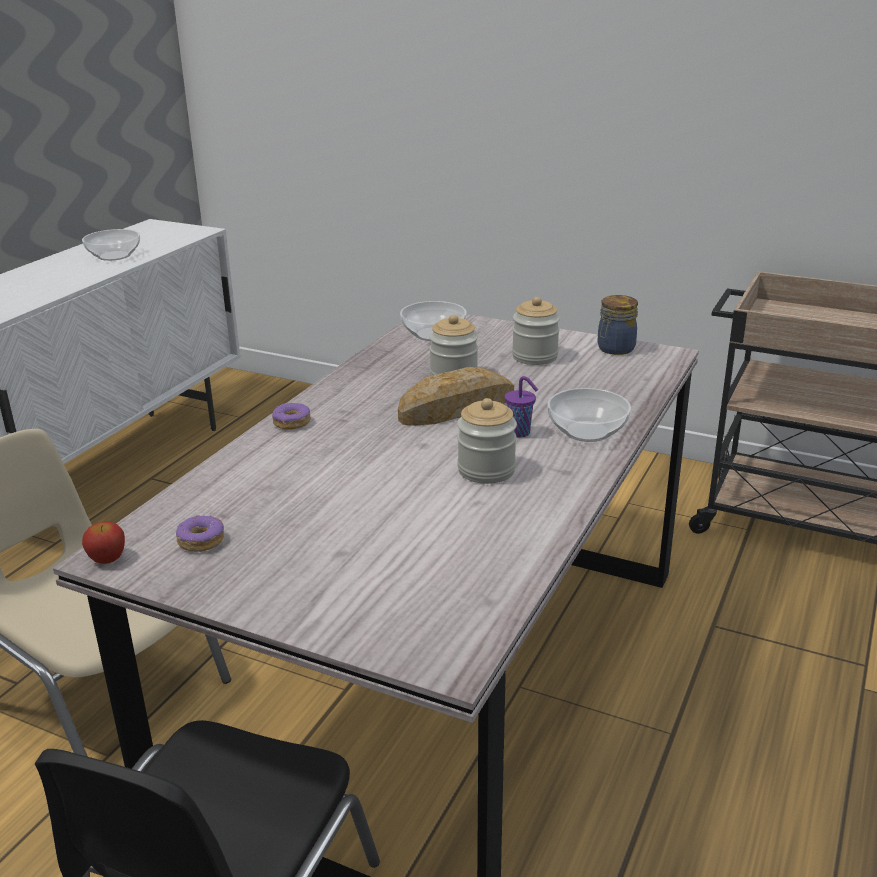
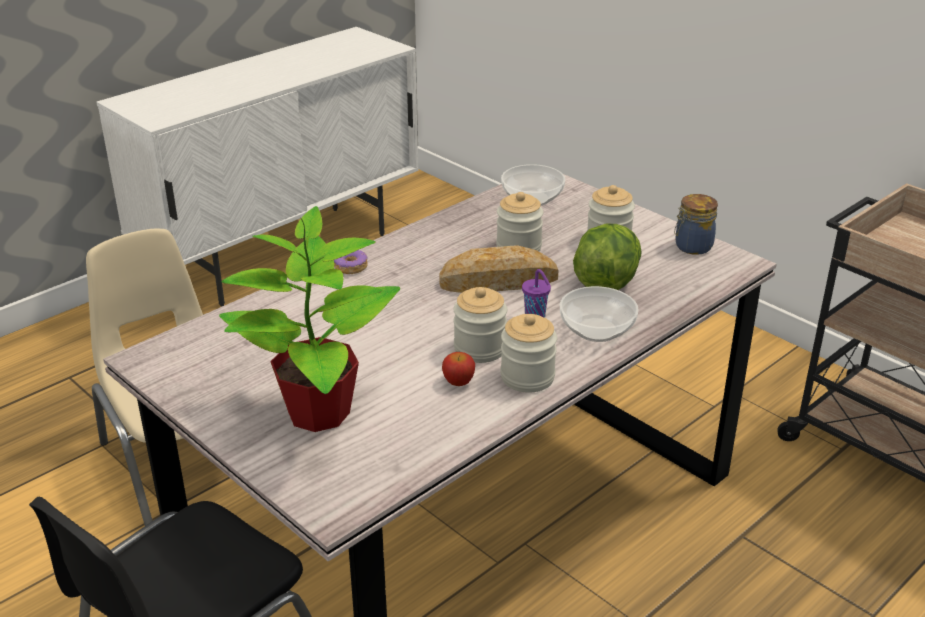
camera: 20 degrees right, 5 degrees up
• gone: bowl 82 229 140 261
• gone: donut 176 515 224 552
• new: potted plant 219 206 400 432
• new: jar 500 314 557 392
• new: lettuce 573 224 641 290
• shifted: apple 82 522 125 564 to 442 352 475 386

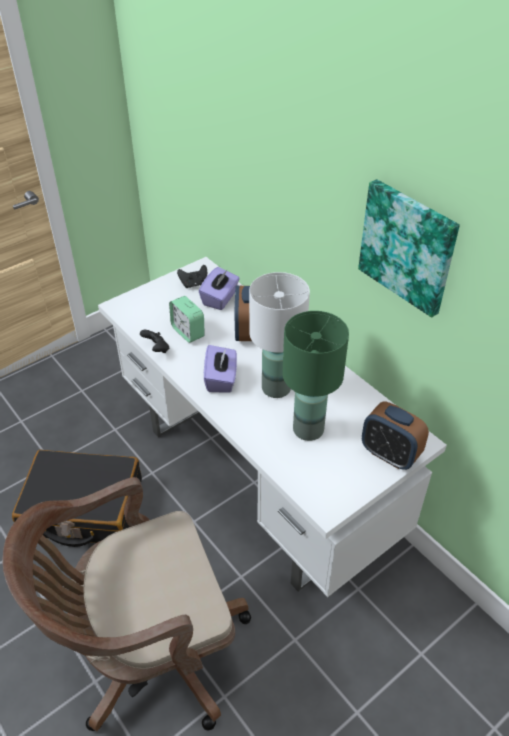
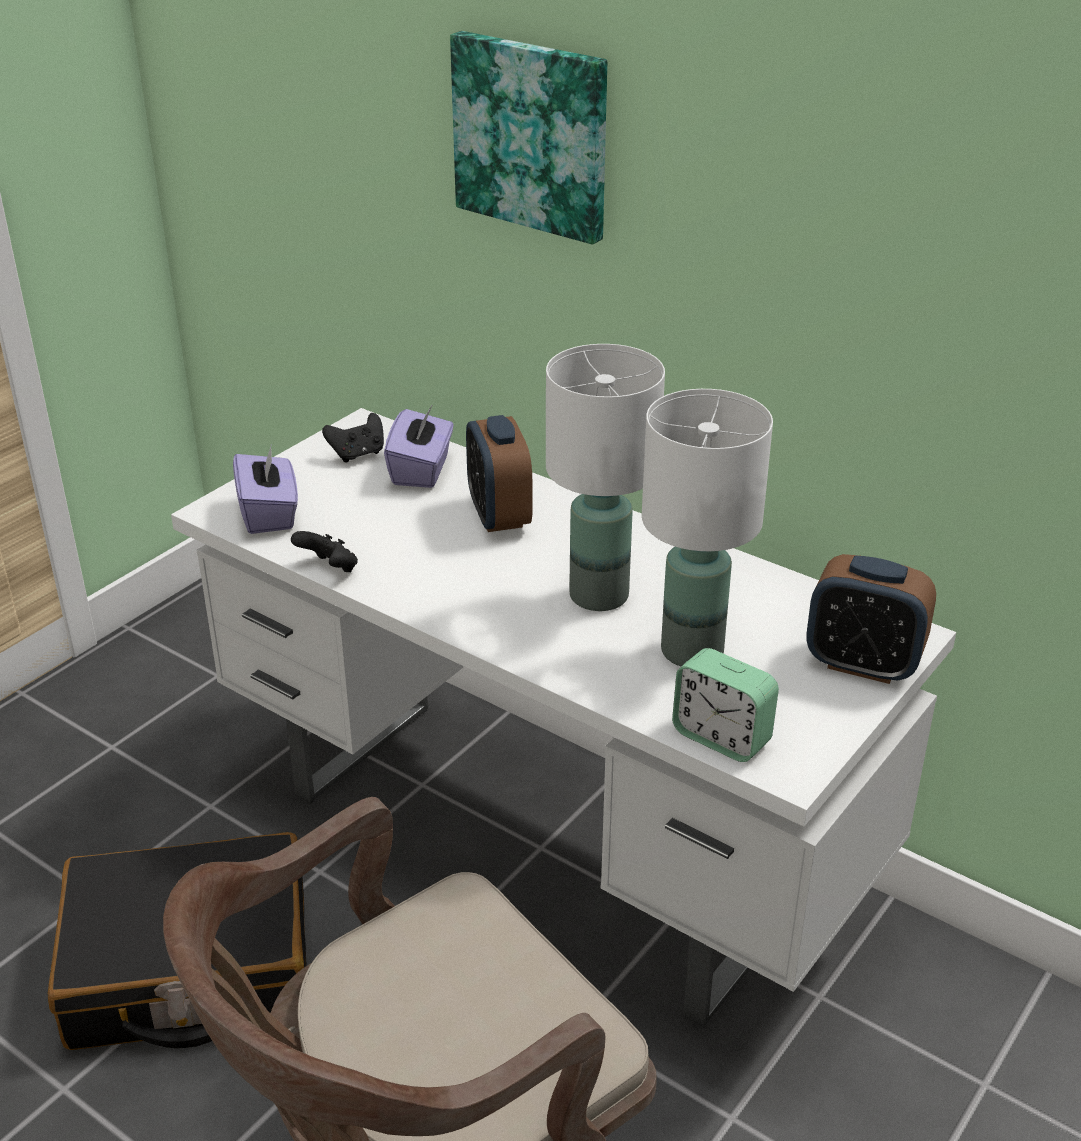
camera: 15 degrees left, 10 degrees down
• shifted: alarm clock 169 296 205 343 to 672 648 779 762
• shifted: tissue box (purple) 204 345 237 393 to 233 443 298 534
• shifted: picture 358 179 460 317 to 450 31 607 244
• repainted: table lamp (green) 283 311 349 441 to table lamp (white) 642 389 773 666

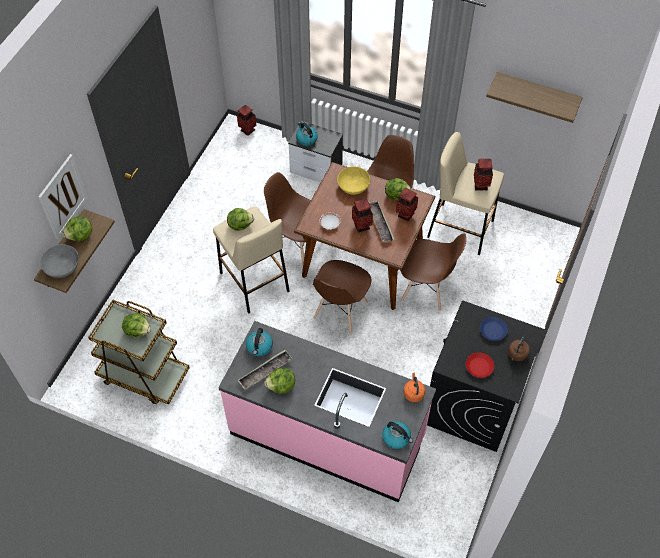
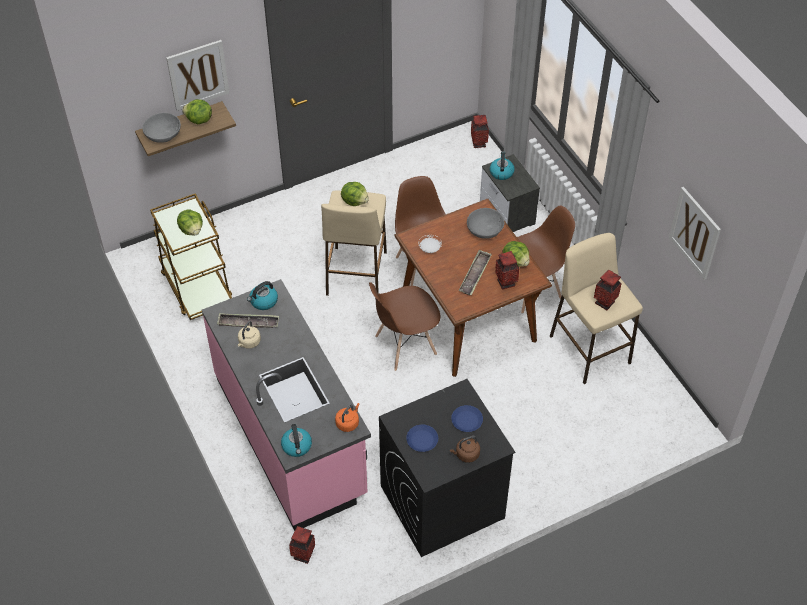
camera: 40 degrees right, 5 degrees down
• gone: chair (brown) 400 233 466 311
• shifted: vase 352 198 373 233 to 289 526 315 564
• swapped: lettuce 264 368 295 394 to kettle (beige) 237 321 261 349
• swapped: shelf 486 72 583 123 to picture 669 187 721 280
• repainted: bowl (yellow) 337 166 370 195 to bowl (grey) 467 208 505 239
• repainted: plate (red) 466 352 494 378 to plate (blue) 406 425 438 452

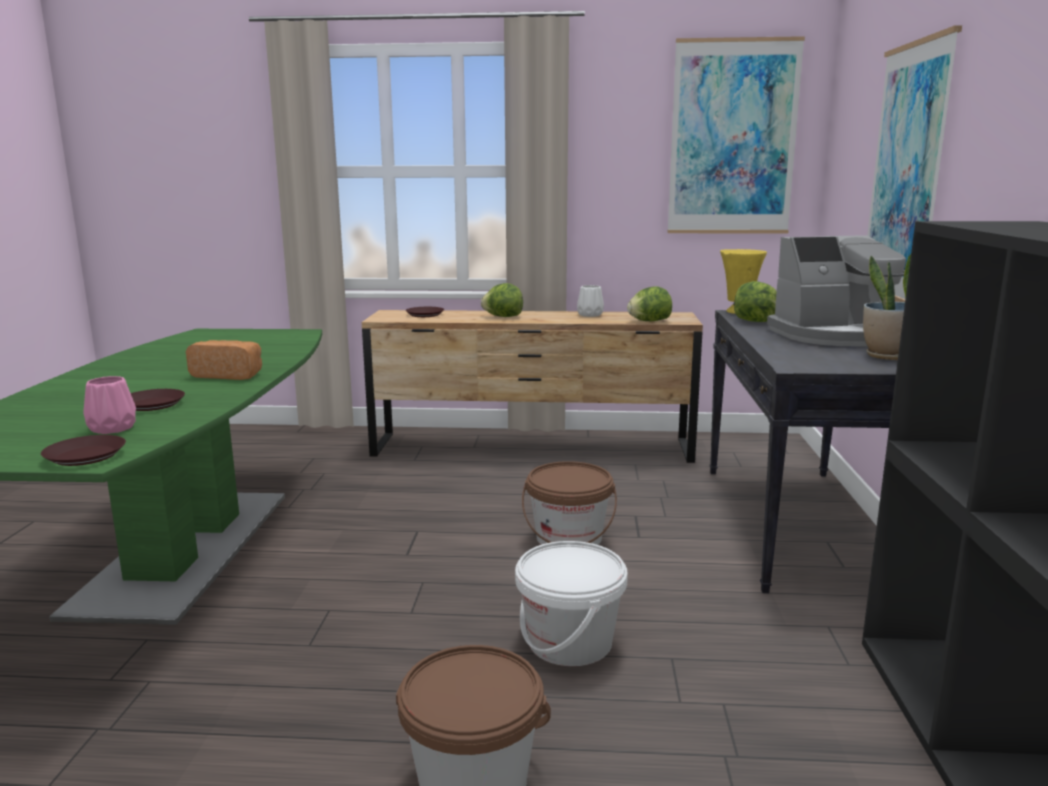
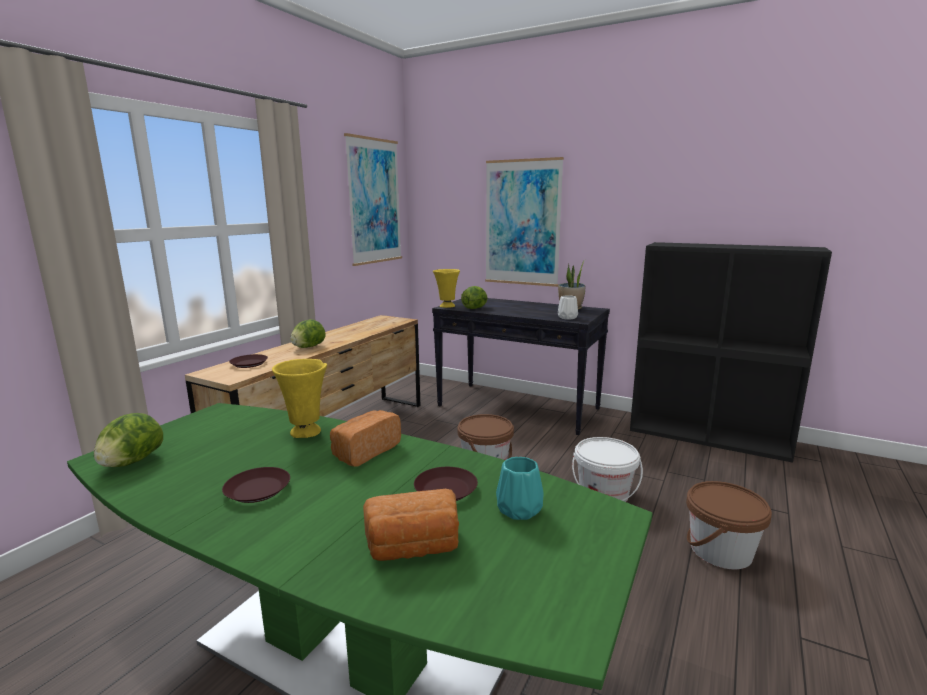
camera: 65 degrees left, 0 degrees up
• gone: coffee machine 767 235 906 347
• new: vase (yellow) 272 359 327 438
• new: bread 363 489 459 561
• shifted: plate (brown) 41 435 126 466 to 222 467 290 503
• shifted: vase (white) 577 285 604 317 to 558 295 578 320
• shifted: lettuce 627 286 672 321 to 94 413 163 467
• repainted: vase (pink) 83 376 136 434 to vase (turquoise) 496 457 544 520

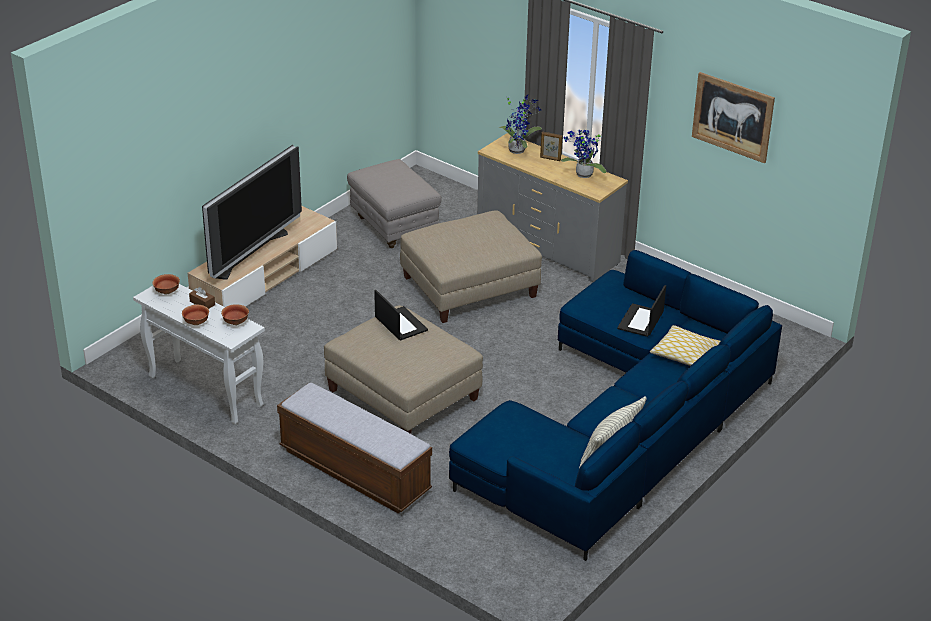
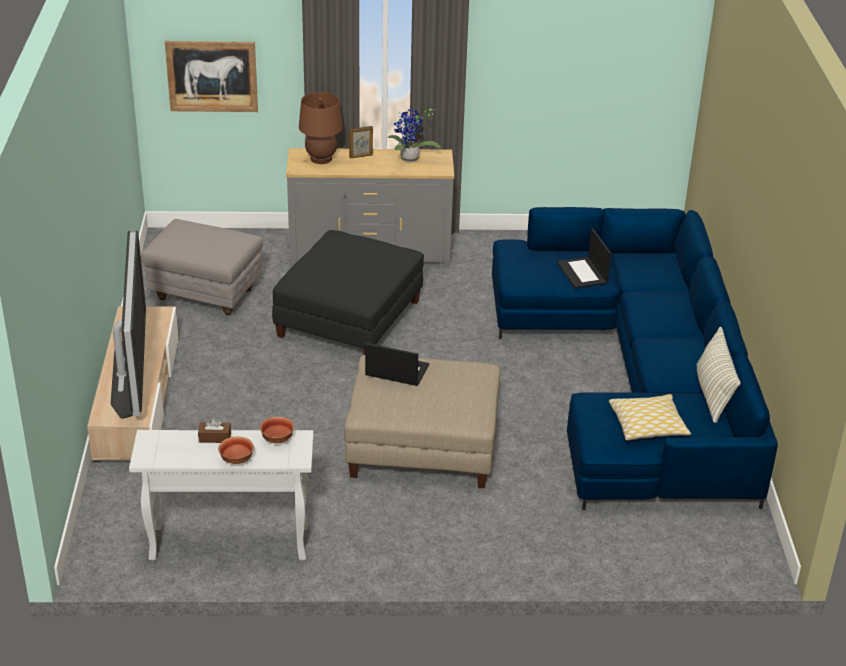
camera: 40 degrees left, 0 degrees up
• gone: bowl 152 274 180 294
• gone: bench 277 383 432 513
• shifted: pillow 650 325 720 366 to 609 394 691 441
• shifted: picture 692 72 775 163 to 165 41 258 112
• swapped: potted plant 499 94 542 154 to table lamp (brown) 299 92 343 164
• repainted: ottoman (beige) 400 211 542 323 to ottoman (black) 272 230 424 355

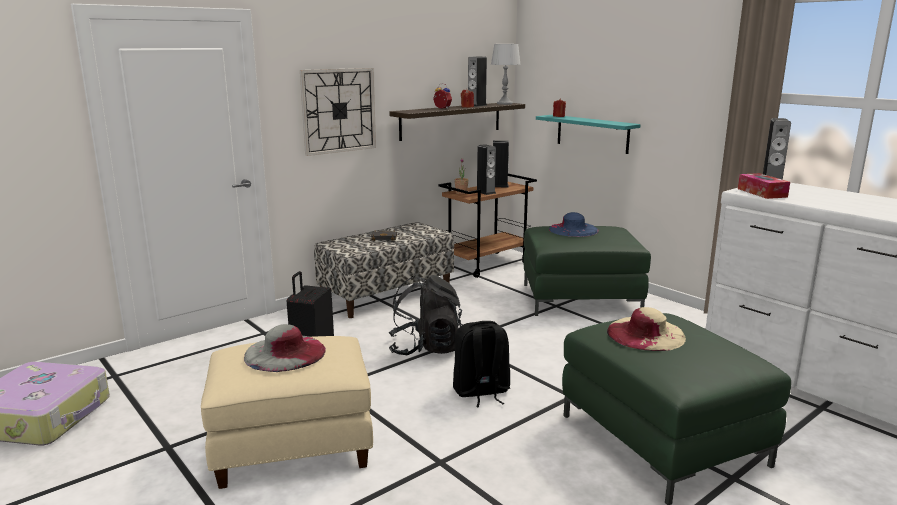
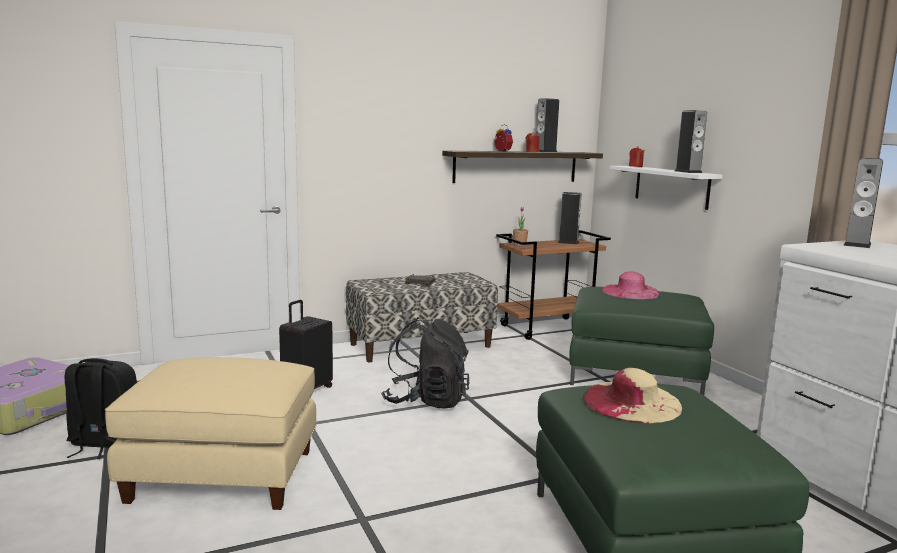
camera: 15 degrees right, 5 degrees down
• gone: hat (grey) 244 324 326 372
• gone: wall clock 300 68 376 156
• gone: table lamp (grey) 491 44 521 105
• gone: tissue box 738 173 790 199
• shifted: backpack (black) 453 321 510 407 to 64 358 137 459
• shifted: speaker 477 144 496 195 to 675 110 707 173
• repainted: shelf (turquoise) 536 115 641 154 to shelf (white) 610 166 722 210
• repainted: hat (blue) 549 212 599 237 to hat (pink) 602 271 661 299

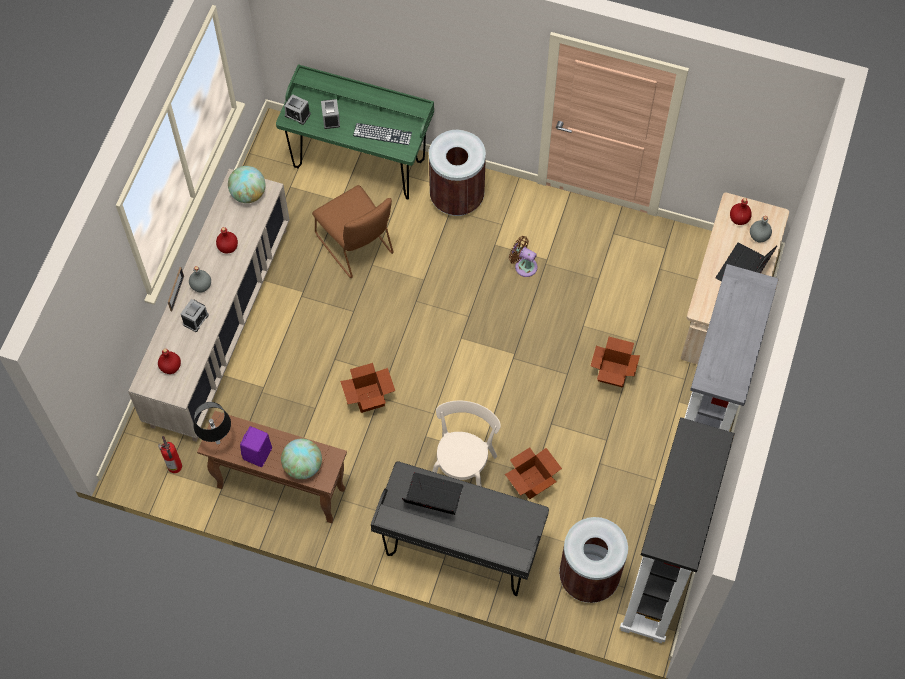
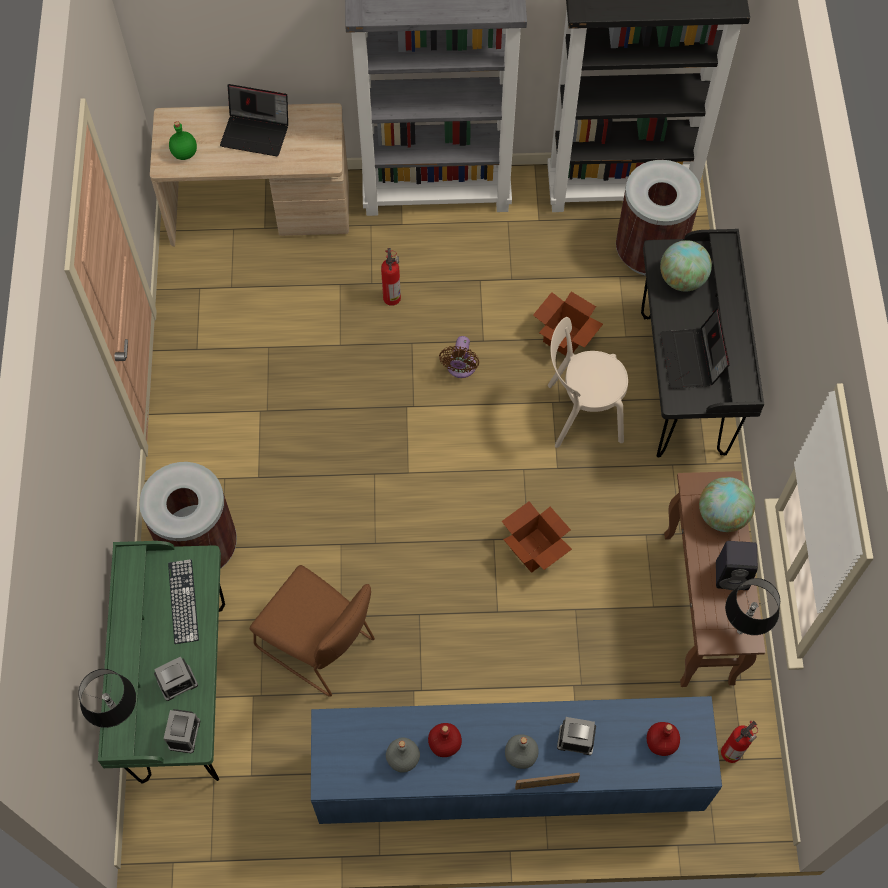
camera: 110 degrees left, 0 degrees up
• new: table lamp (black) 78 669 136 728
• shifted: globe 228 166 266 203 to 660 240 712 292
• shifted: fan (brown) 509 236 538 277 to 439 336 479 378
• shifted: bottle (grey) 750 216 772 242 to 386 737 420 773
• swapped: cardboard box 591 337 640 388 to fire extinguisher 381 248 401 306
• repainted: cabinet (beige) 128 169 290 442 to cabinet (blue) 311 696 722 824
• repainted: speaker (purple) 240 426 272 467 to speaker (black) 716 541 758 590
• repainted: bottle (red) 730 198 752 225 to bottle (green) 169 121 197 160
• rotated: chair (brown) 312 185 394 278 = 250 565 375 697 90 degrees clockwise

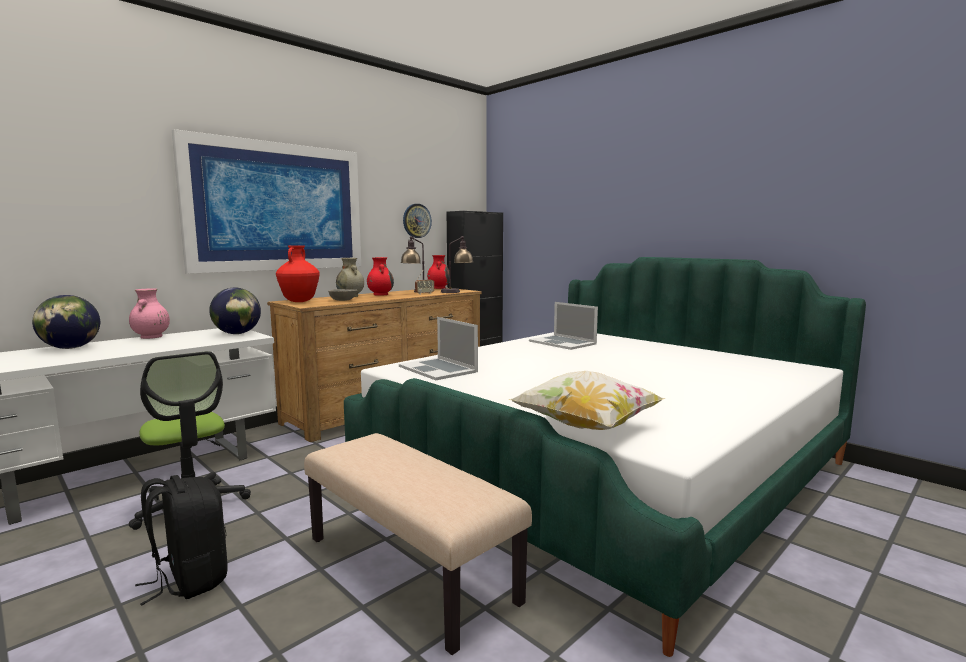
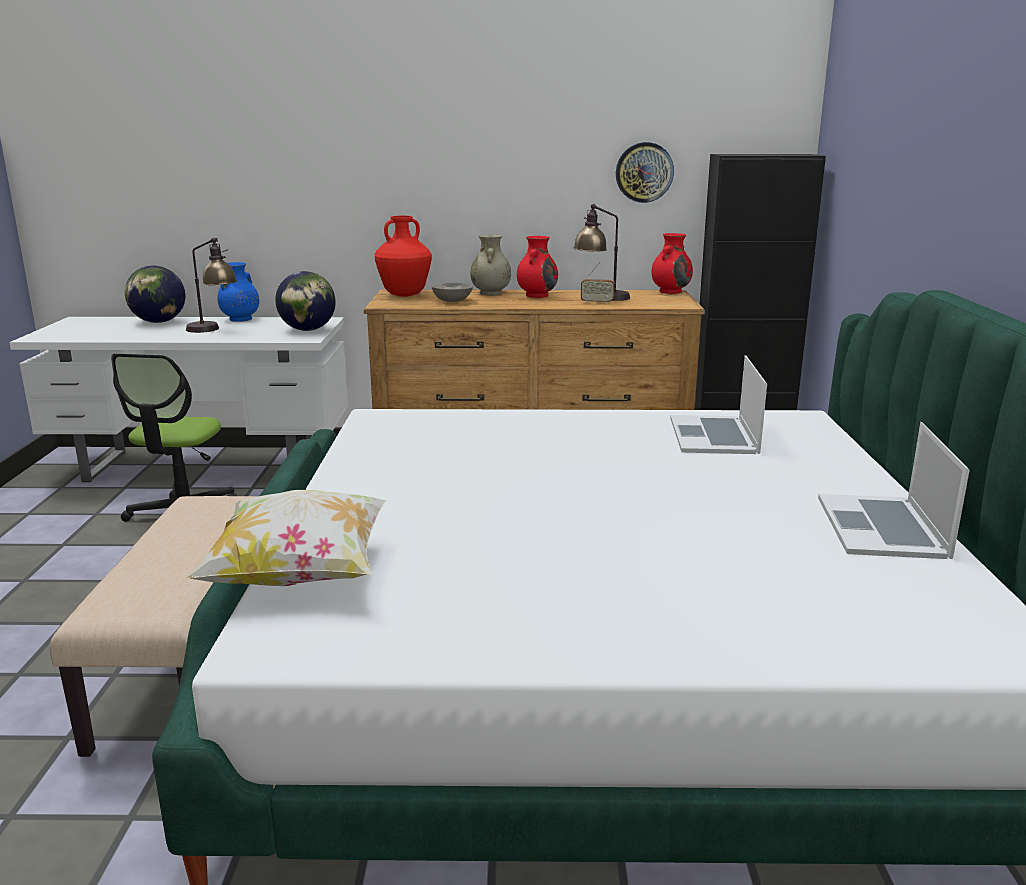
camera: 45 degrees right, 10 degrees up
• gone: backpack (black) 135 475 227 605
• gone: picture 172 129 361 274
• shifted: laptop 399 317 478 380 to 818 422 970 559
• shifted: table lamp 441 236 473 293 to 186 238 237 333
• repainted: vase (pink) 129 288 170 339 to vase (blue) 217 262 259 322

